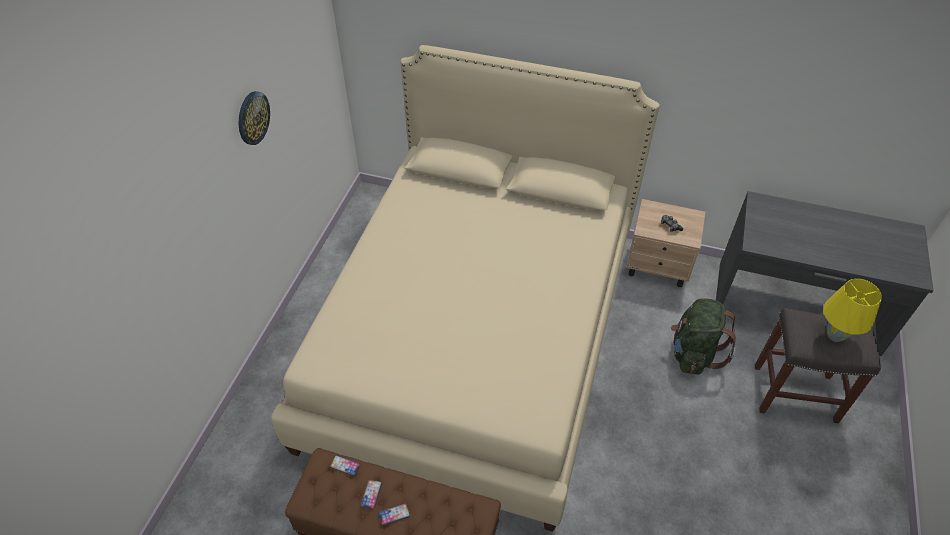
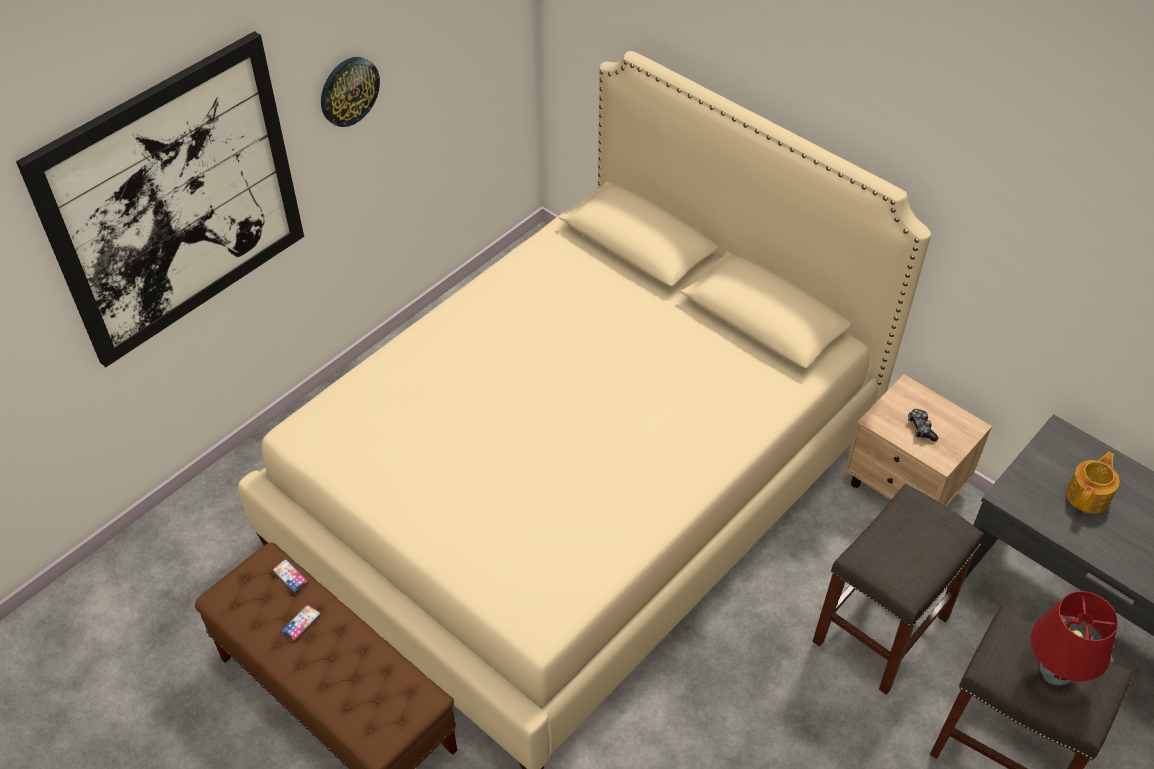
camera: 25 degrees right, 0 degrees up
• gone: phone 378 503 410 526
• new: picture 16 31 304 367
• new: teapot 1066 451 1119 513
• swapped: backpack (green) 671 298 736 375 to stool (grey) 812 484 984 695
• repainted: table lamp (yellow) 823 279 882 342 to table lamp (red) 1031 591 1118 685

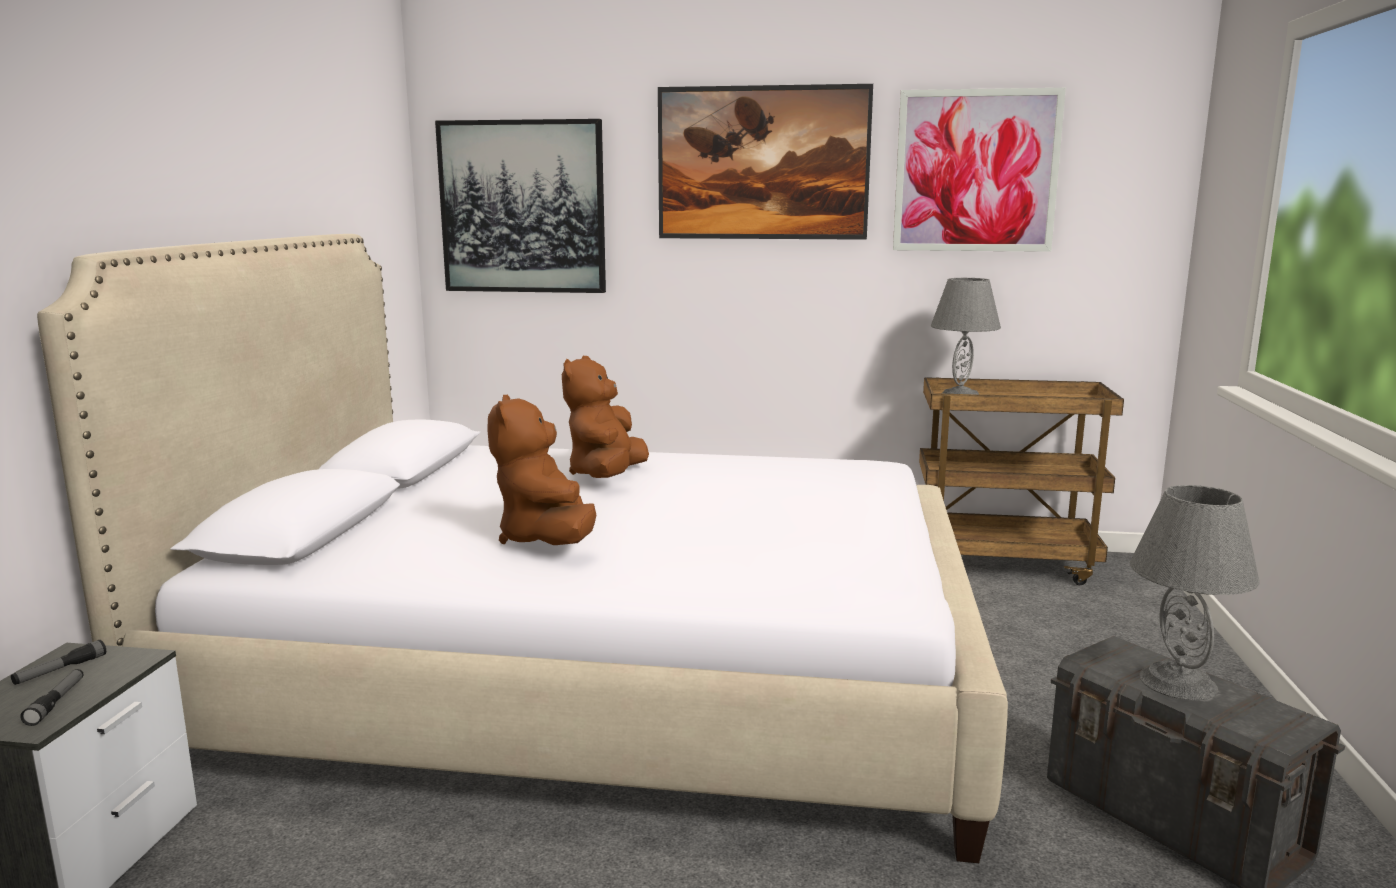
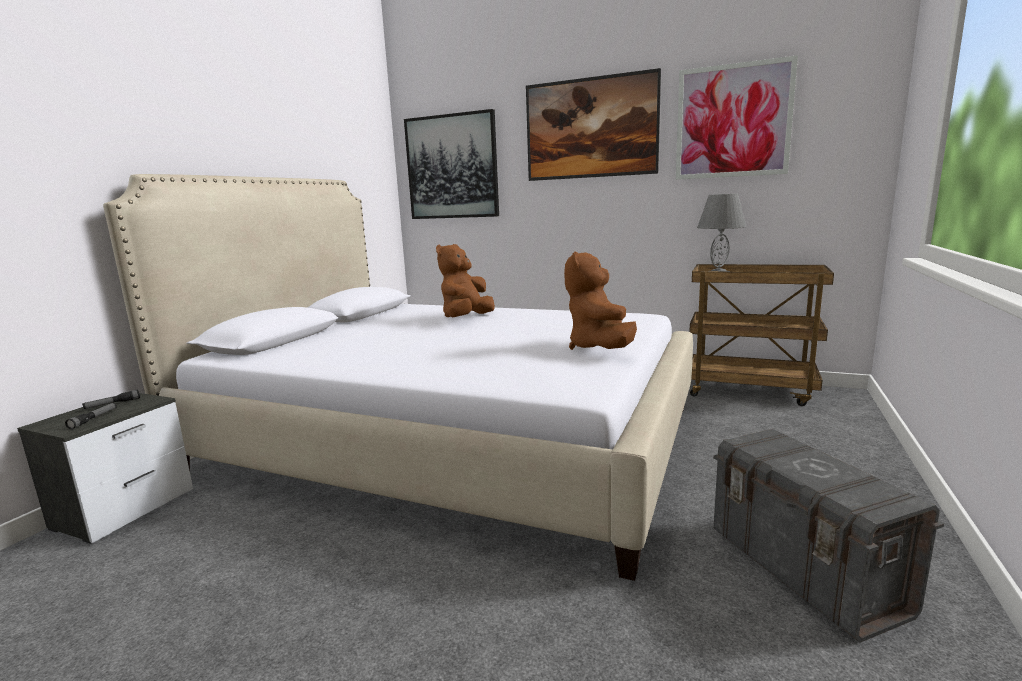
camera: 15 degrees right, 0 degrees up
• gone: table lamp (grey) 1130 485 1260 700
• shifted: plush toy (brown) 487 395 596 545 to 564 252 637 350

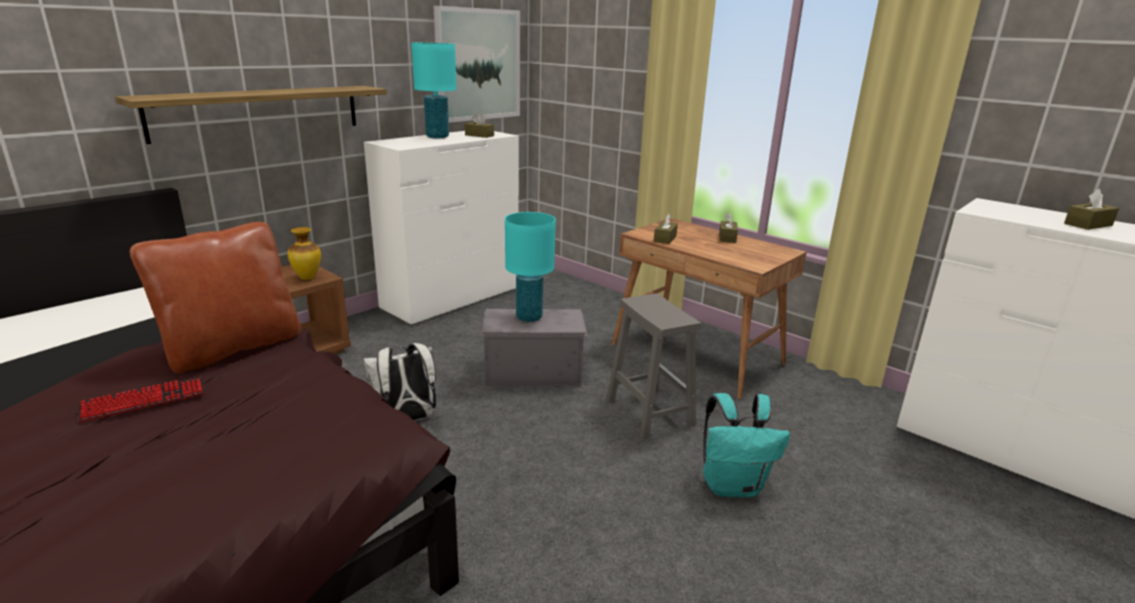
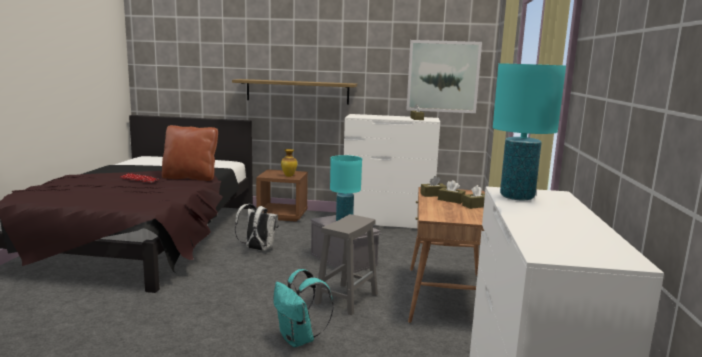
camera: 55 degrees right, 10 degrees down
• shifted: table lamp (turquoise) 411 43 456 139 to 493 63 566 200
• shifted: tissue box (brown) 1064 189 1119 230 to 438 180 465 204

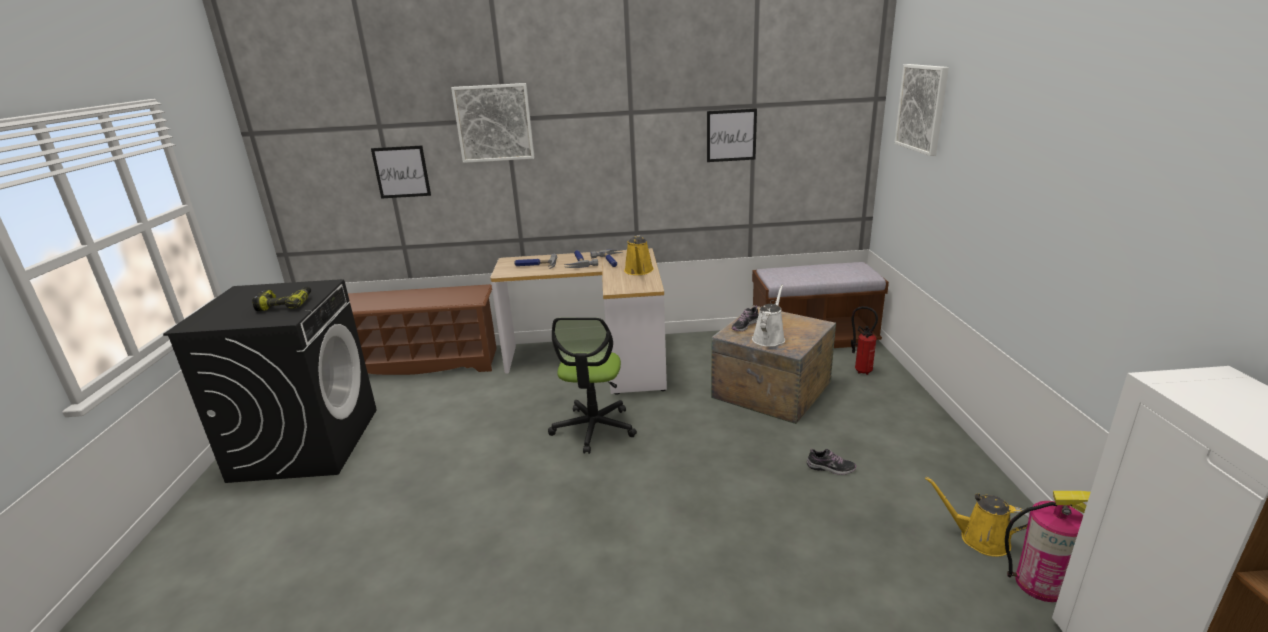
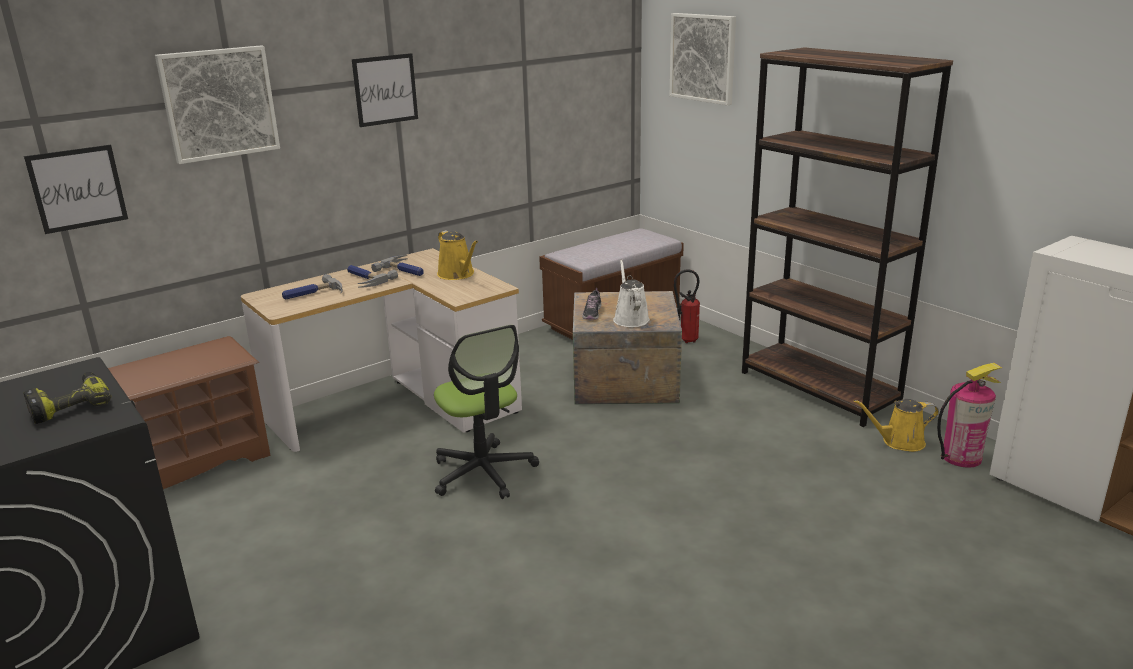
camera: 35 degrees left, 0 degrees up
• gone: shoe 807 449 856 475
• new: bookcase (brown) 742 47 953 427
• shifted: picture 707 109 757 162 to 352 53 418 127

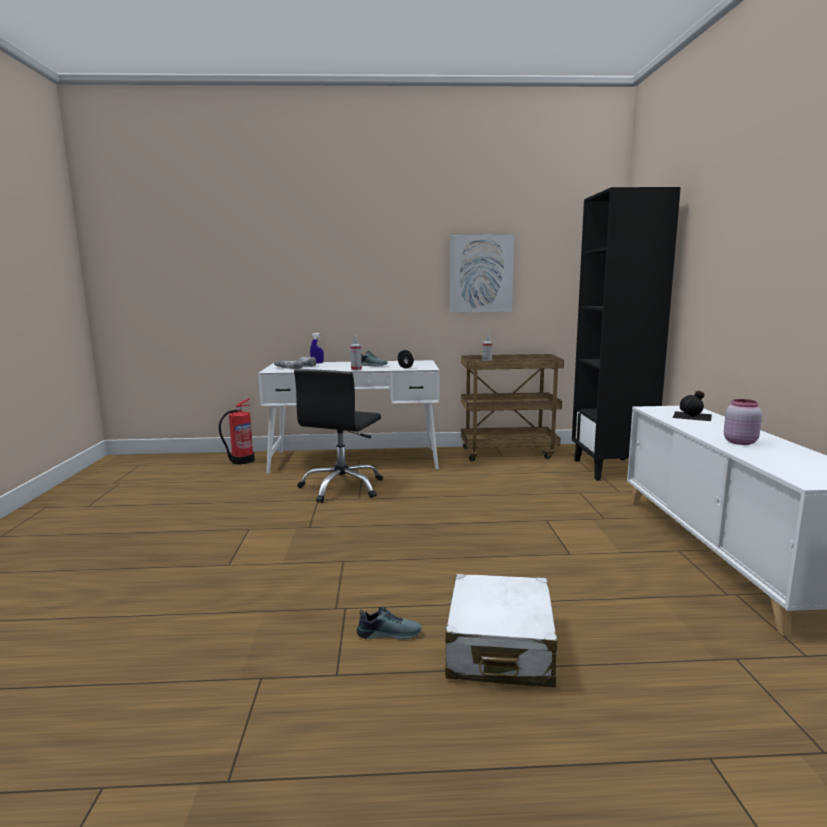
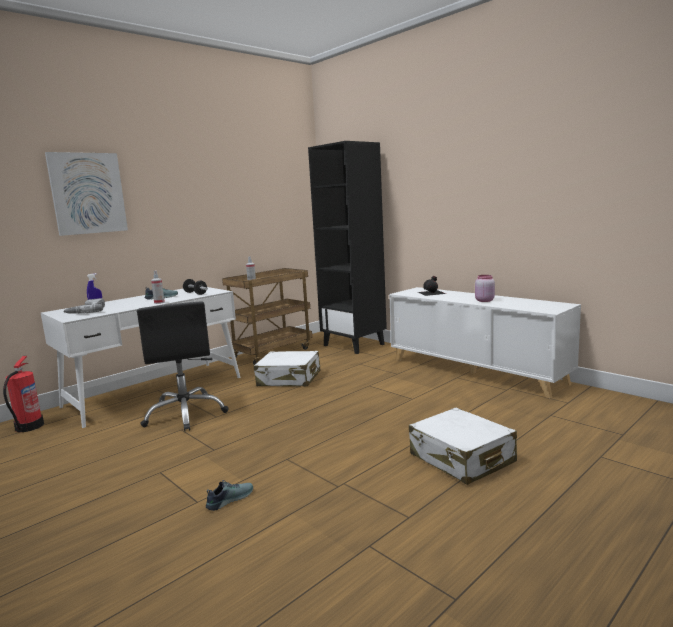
camera: 40 degrees left, 0 degrees up
• new: suitcase (white) 254 351 320 386
• shifted: shoe 357 606 422 640 to 206 480 253 511
• shifted: picture 450 235 514 313 to 45 152 128 236

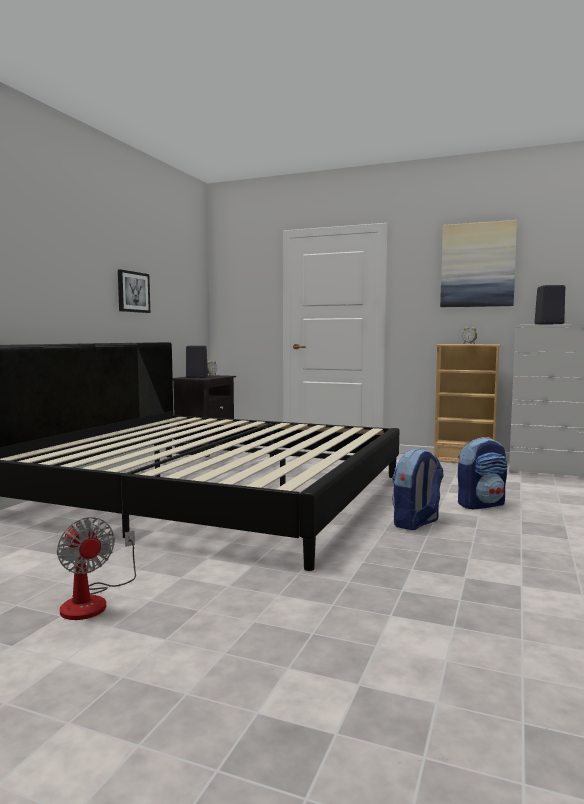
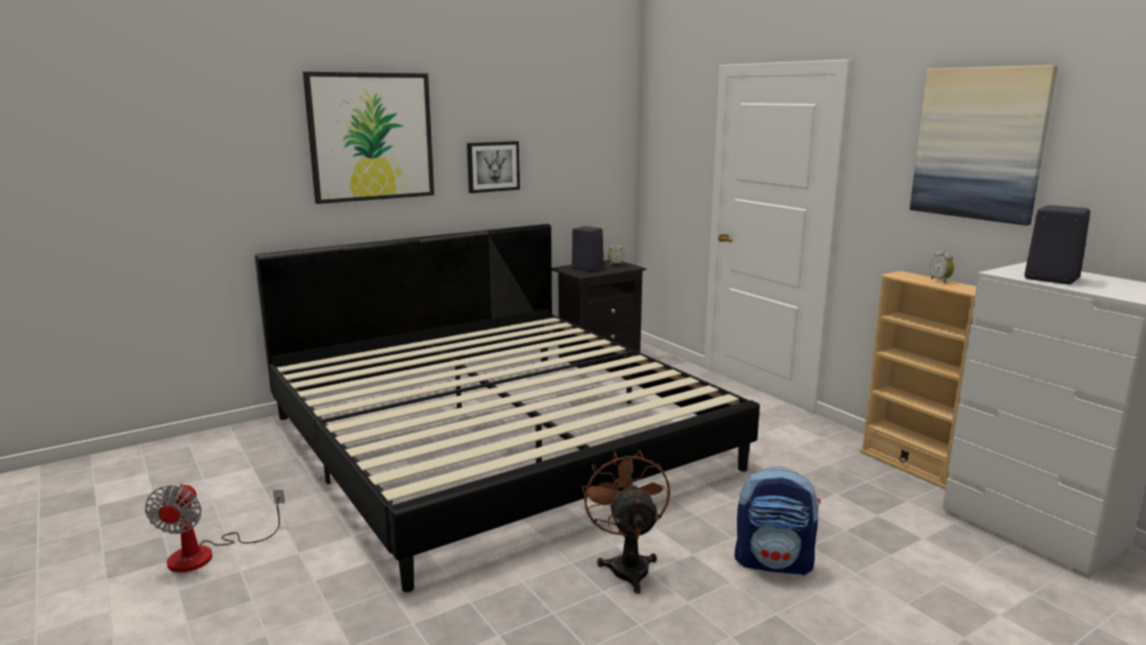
camera: 35 degrees right, 10 degrees up
• new: picture 303 72 434 204
• swapped: backpack 392 449 444 530 to fan (brown) 582 450 670 594

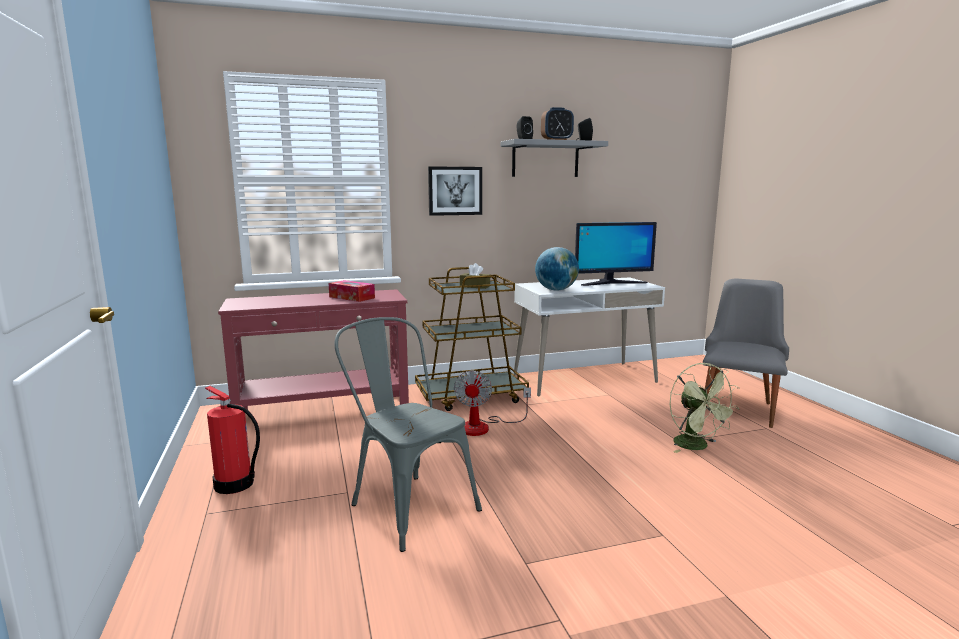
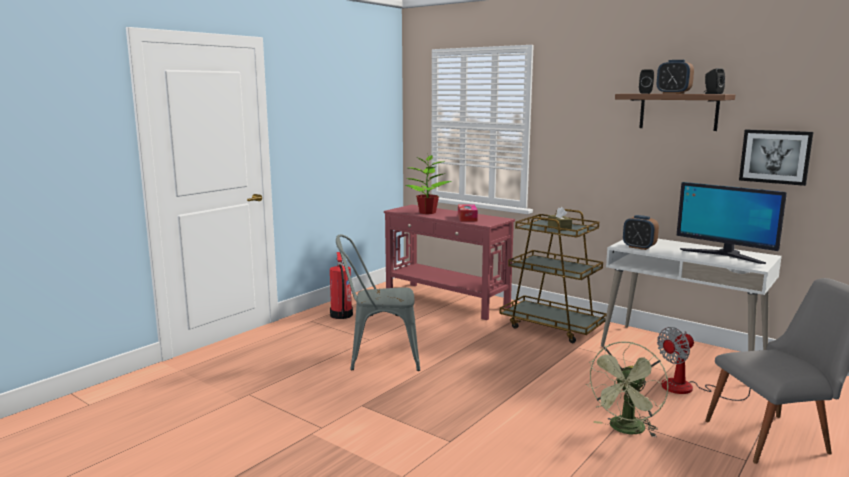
camera: 55 degrees right, 0 degrees up
• new: potted plant 405 153 452 214
• shifted: picture 428 166 482 216 to 739 129 813 186
• shifted: fan 454 370 531 436 to 657 327 751 401
• swapped: globe 535 247 579 291 to alarm clock 623 215 659 250
• repainted: shelf (grey) 501 139 608 177 to shelf (brown) 615 94 735 131
• rotated: chair (grey) 335 317 482 552 = 336 234 420 371 105 degrees counterclockwise

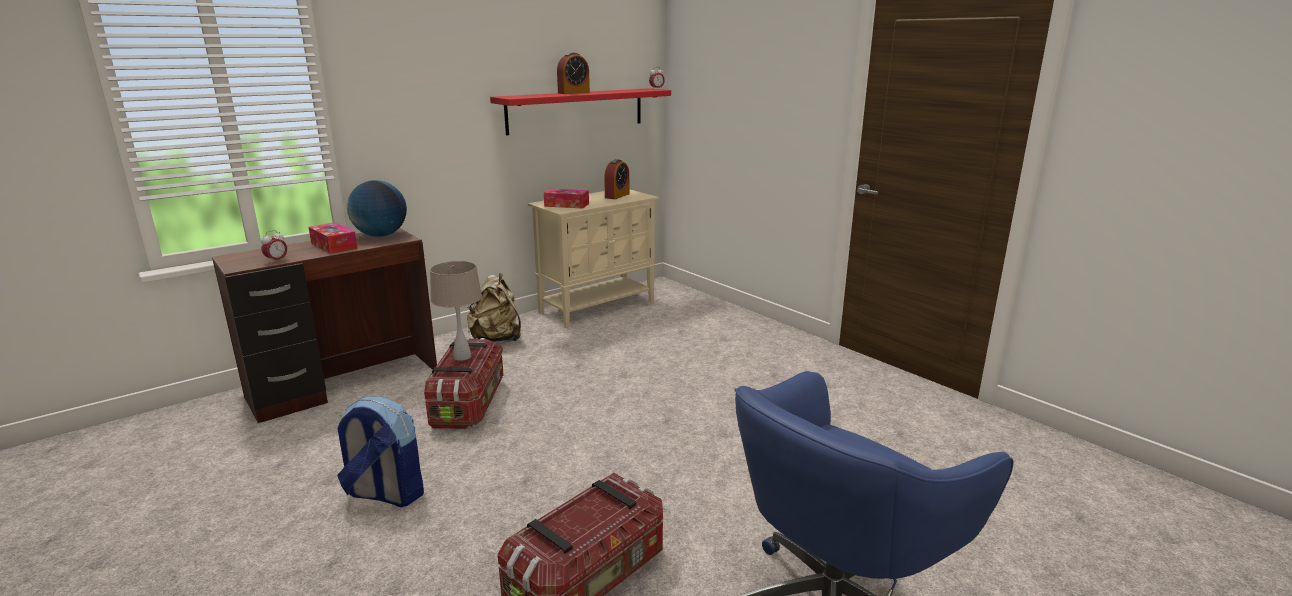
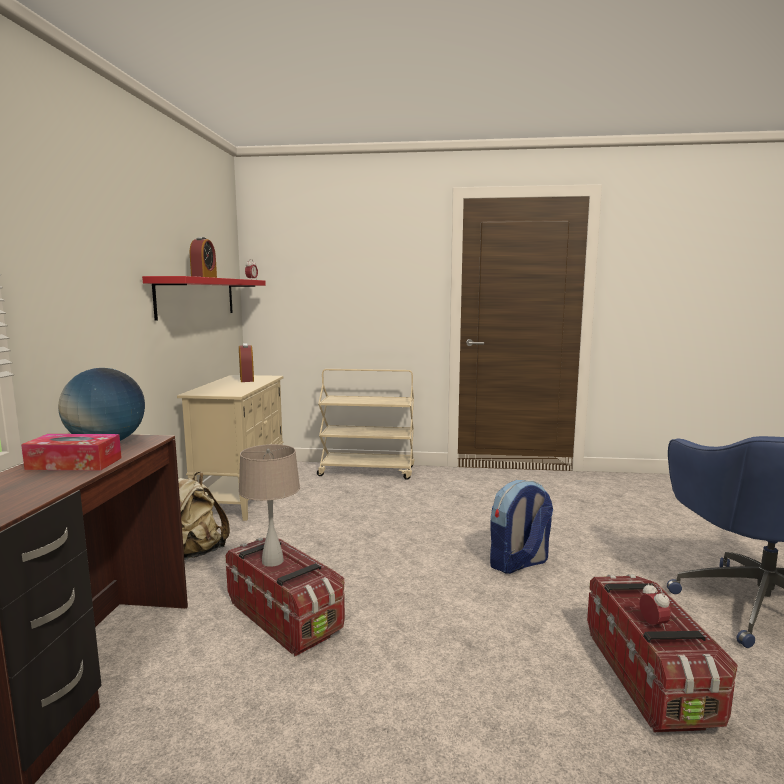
camera: 45 degrees left, 10 degrees down
• gone: tissue box 544 189 589 209
• new: cart (beige) 317 369 414 480
• shifted: alarm clock 261 230 287 264 to 639 583 671 631
• shifted: backpack 337 396 424 507 to 490 480 553 574

